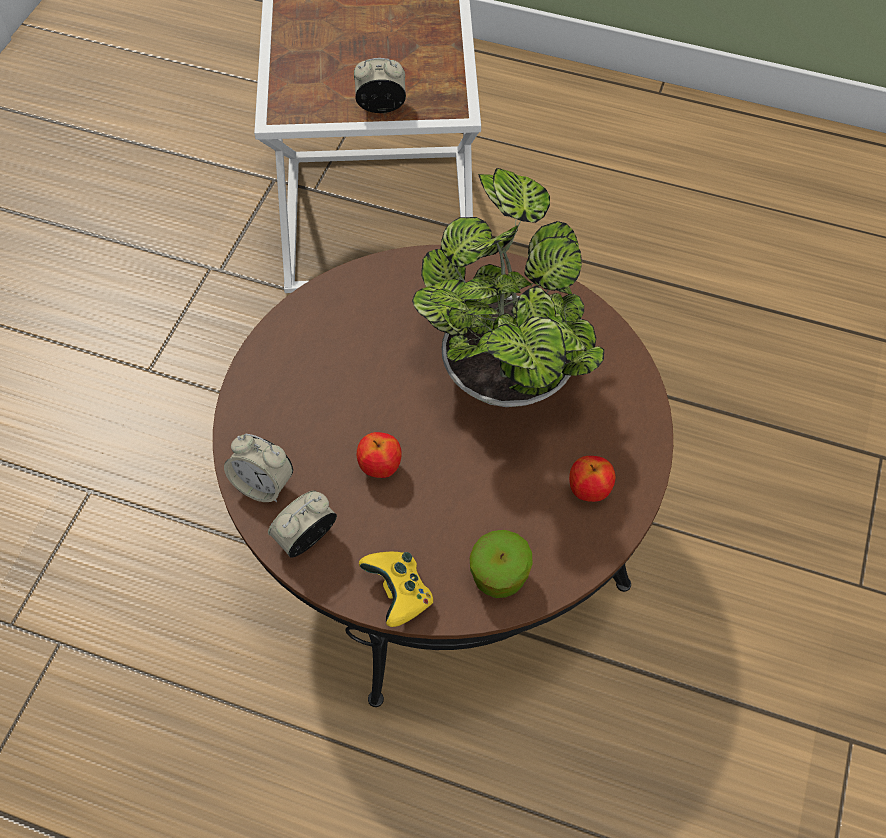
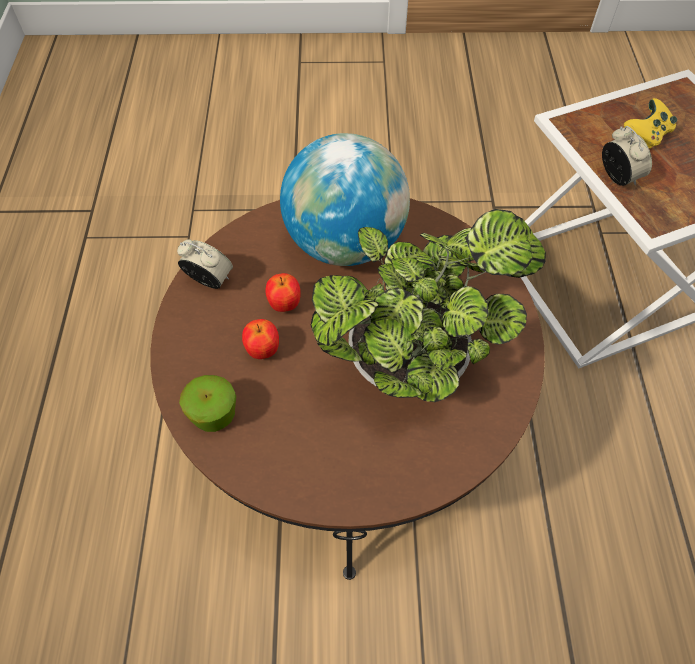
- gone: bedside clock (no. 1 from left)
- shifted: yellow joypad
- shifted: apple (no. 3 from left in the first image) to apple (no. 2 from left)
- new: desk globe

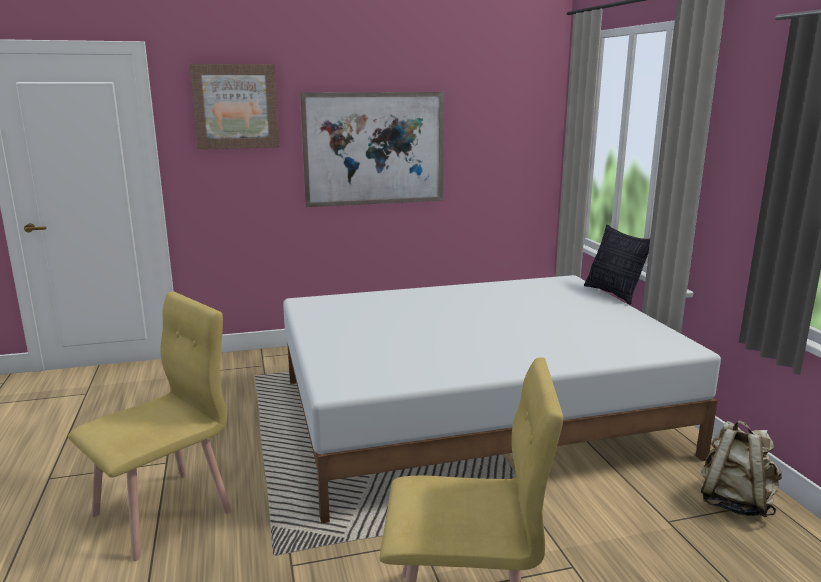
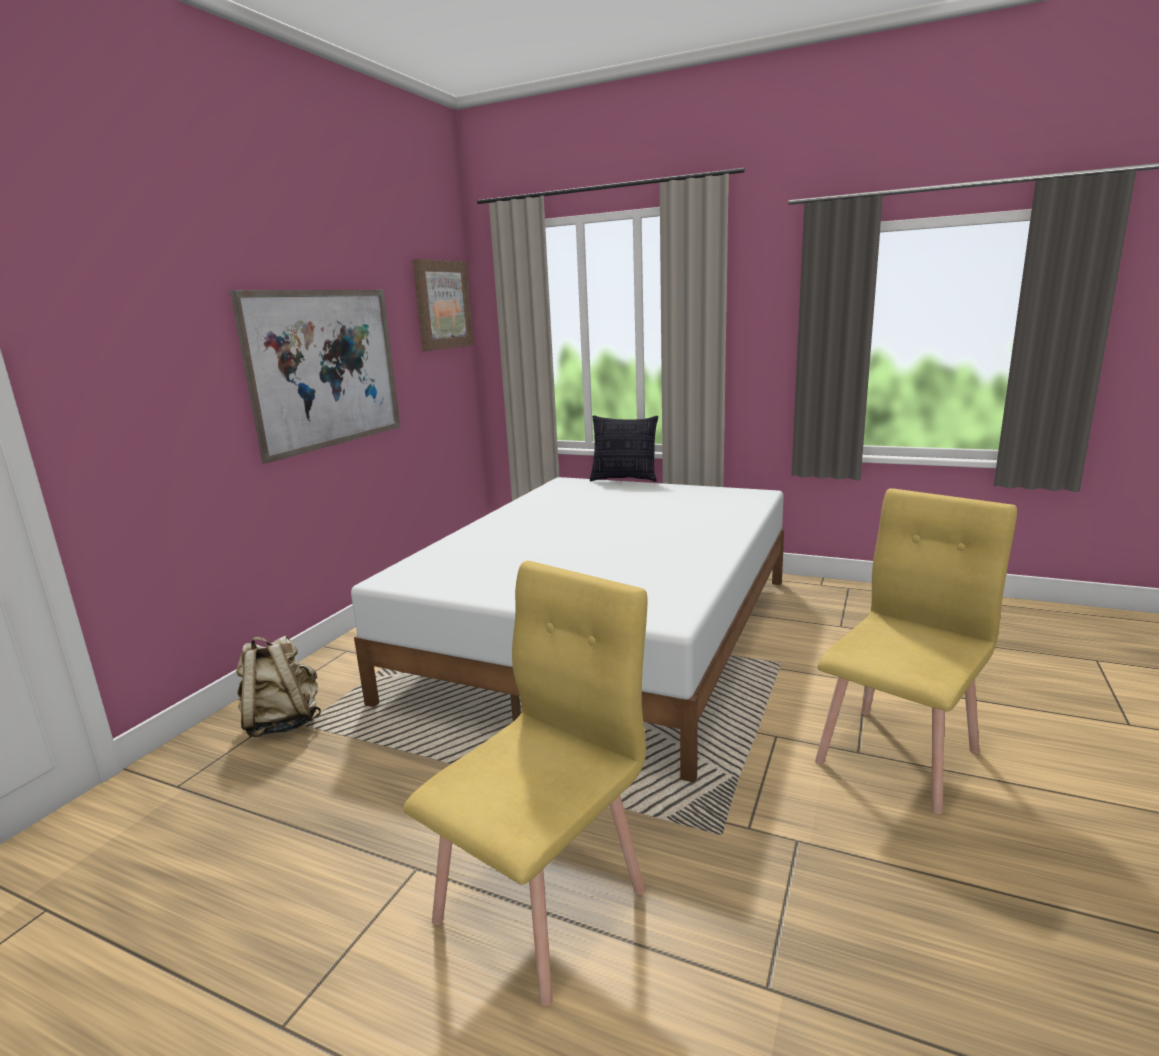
- rotated: yellow plain chair (no. 1 from left) 45 degrees clockwise
- shifted: wall picture (no. 1 from left in the first image) to wall picture (no. 2 from left)
- shifted: beige-coloured backpack

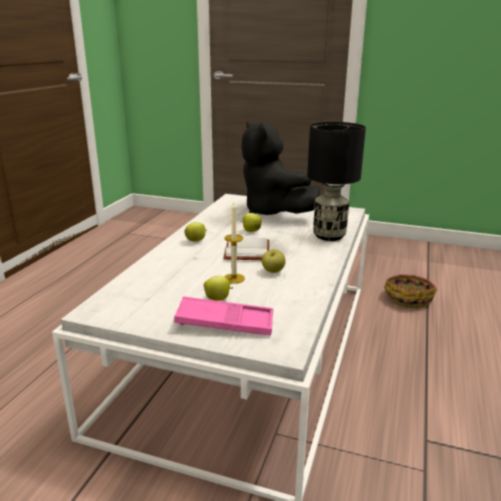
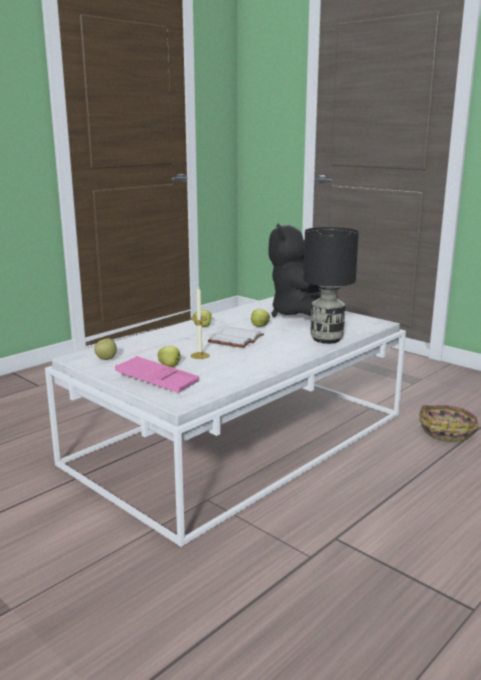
- shifted: apple (no. 4 from left in the first image) to apple (no. 1 from left)

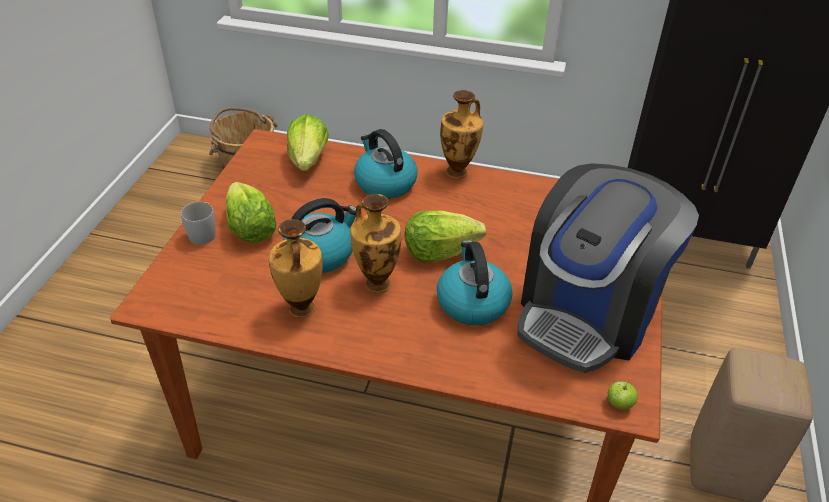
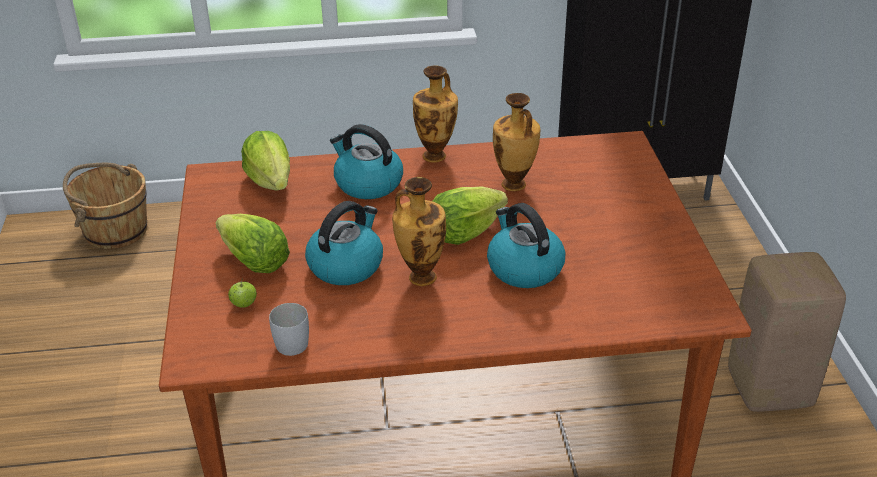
- shifted: whitish coffee mug
- shifted: decorative vase (no. 1 from left in the first image) to decorative vase (no. 3 from left)
- gone: coffee machine
- shifted: apple

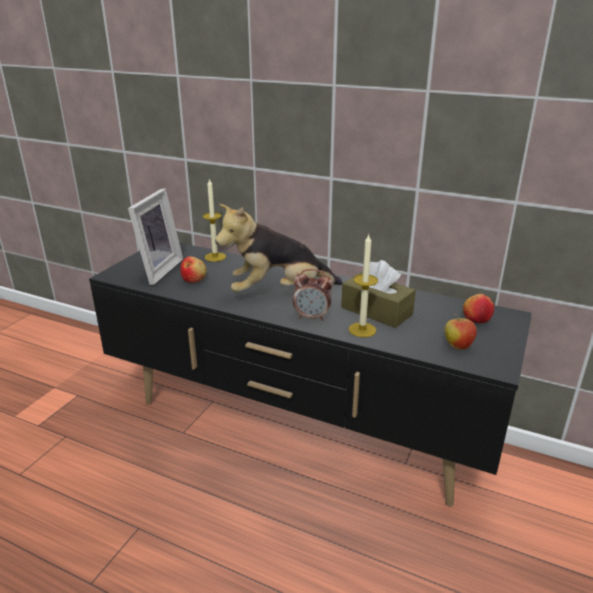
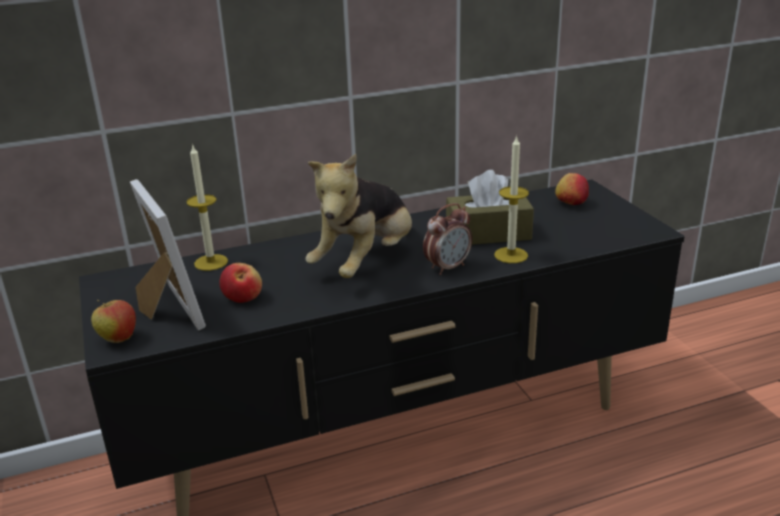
- shifted: apple (no. 2 from left in the first image) to apple (no. 1 from left)

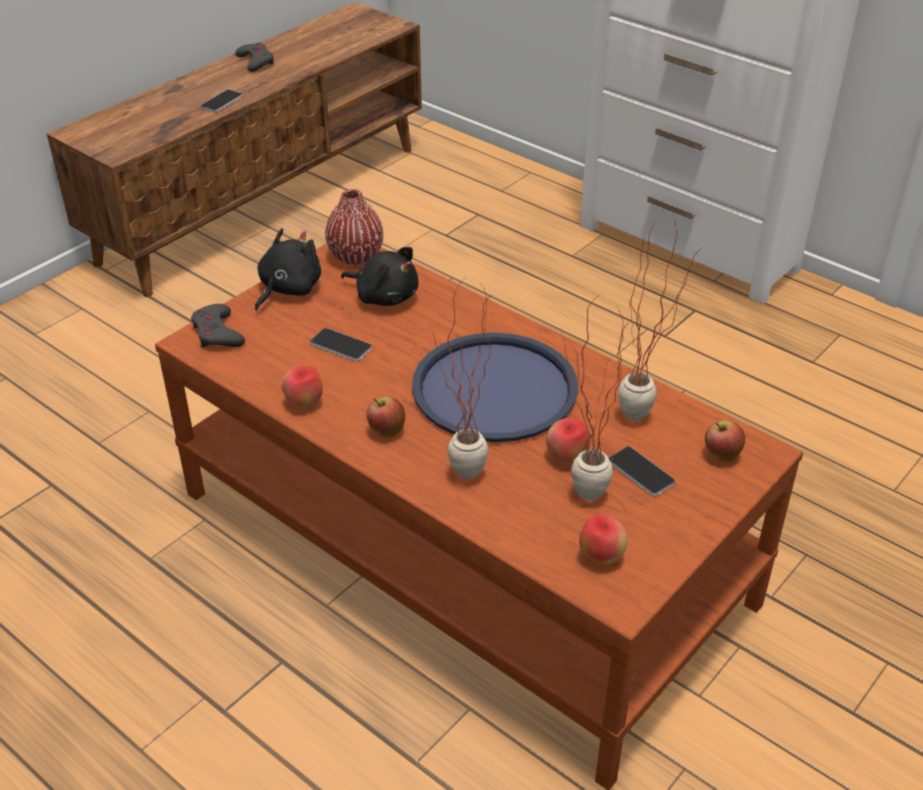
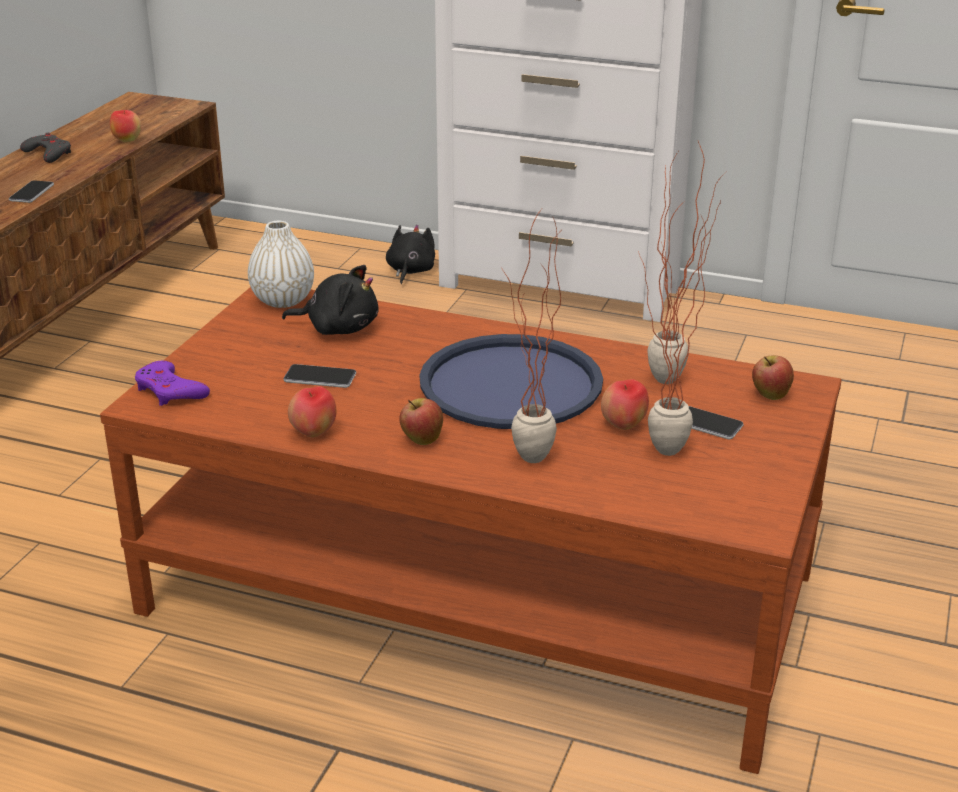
- repainted: grey joypad (no. 1 from left) to purple-coloured joypad
- shifted: blackish soft toy (no. 1 from left in the first image) to blackish soft toy (no. 2 from left)
- repainted: reddish decorative vase to whitish decorative vase
- shifted: apple (no. 4 from left in the first image) to apple (no. 1 from left)

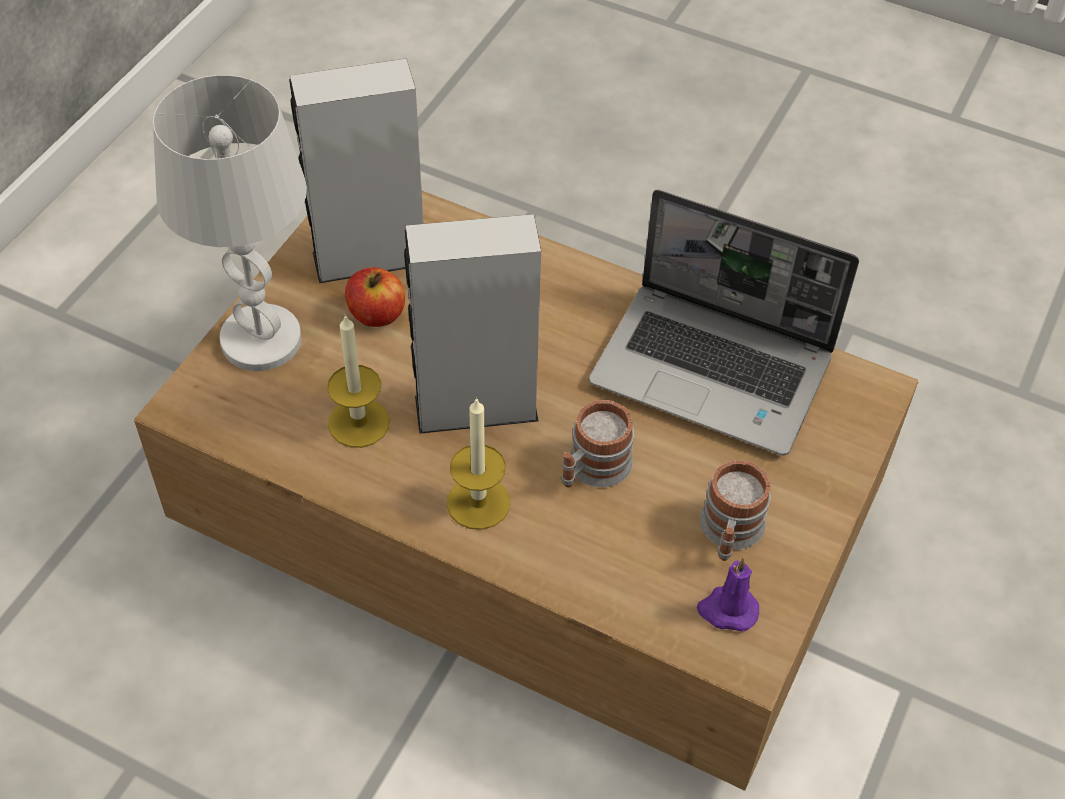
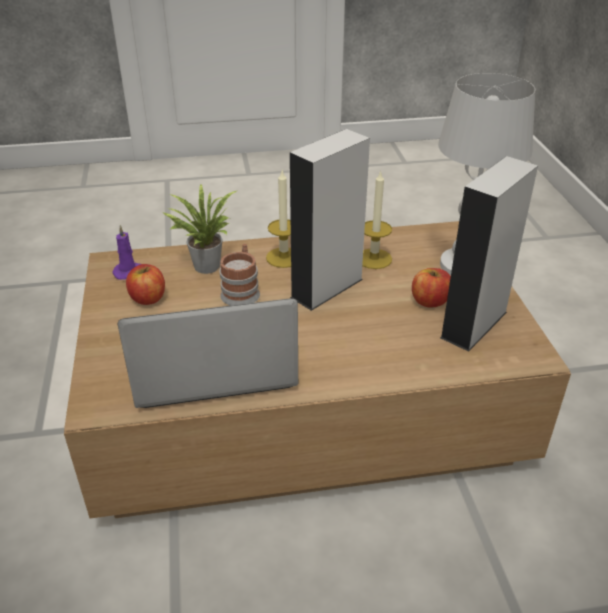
- swapped: coffee mug (no. 2 from left) to apple (no. 1 from left)
- new: potted plant

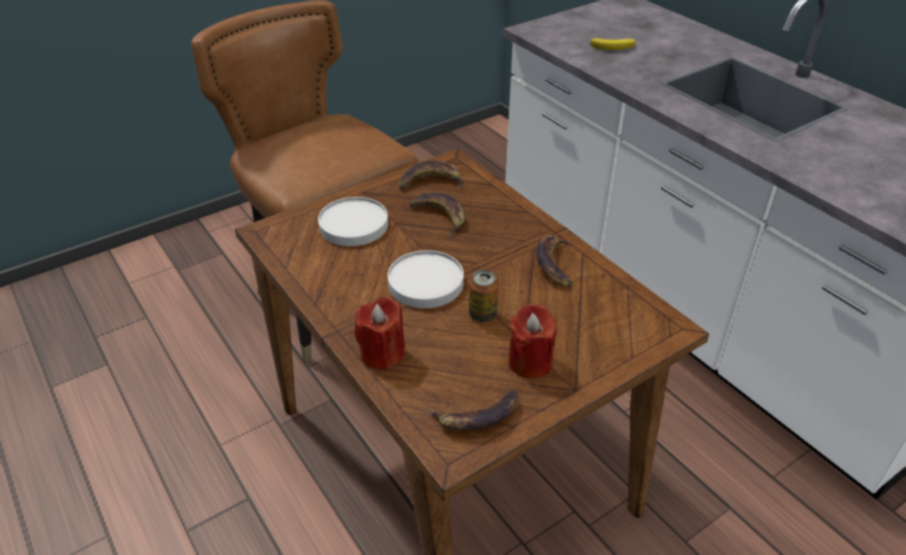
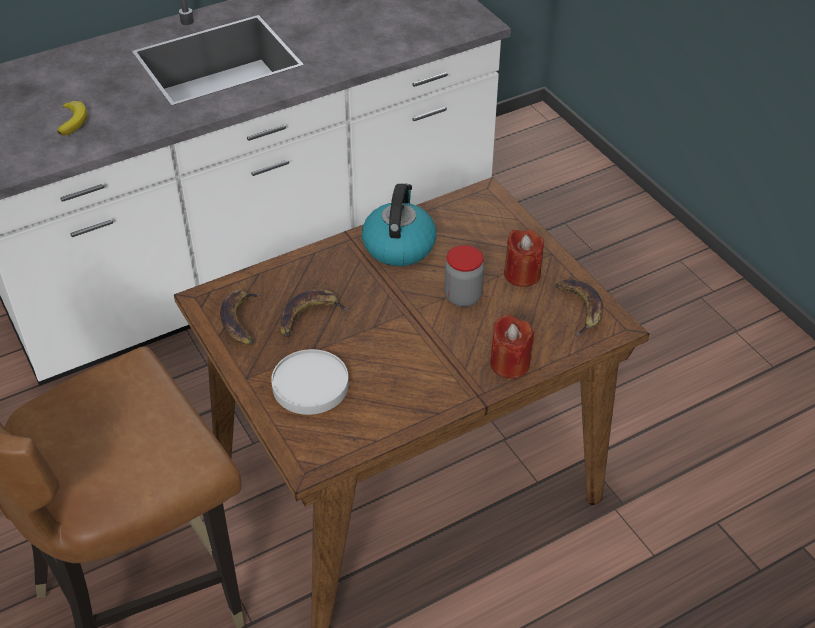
- gone: whitish dinner plate (no. 2 from left)
- swapped: metal can to jar
- swapped: whole banana (no. 4 from left) to water kettle

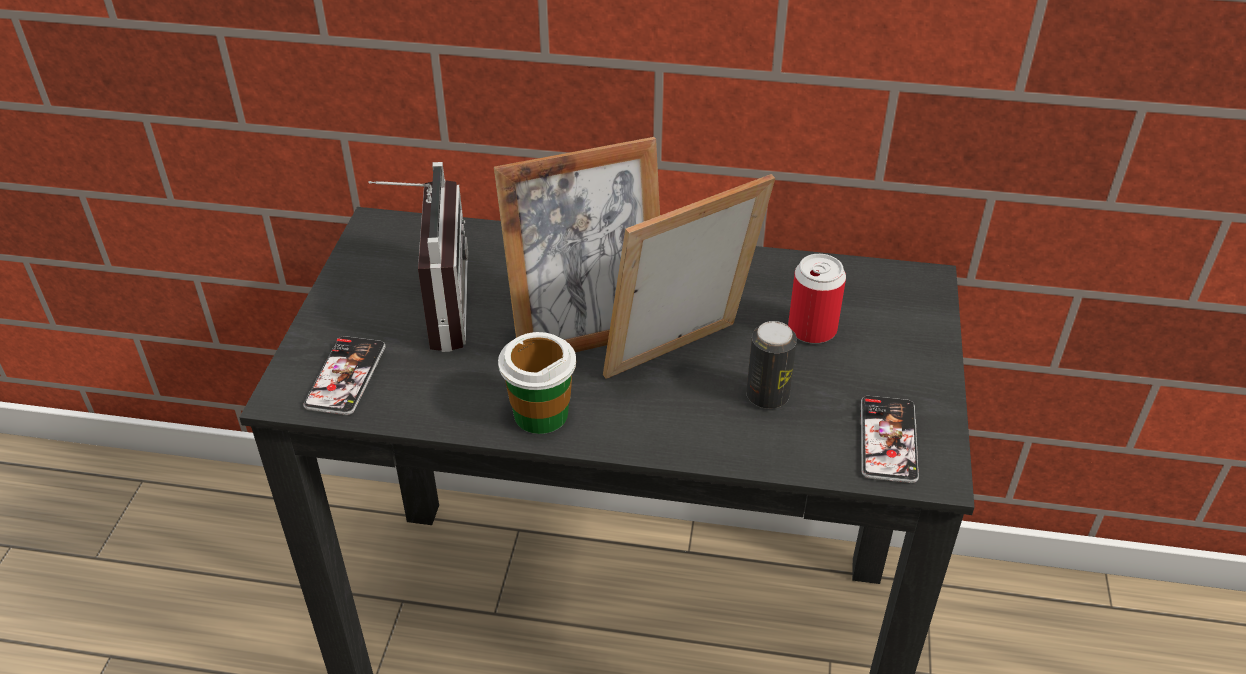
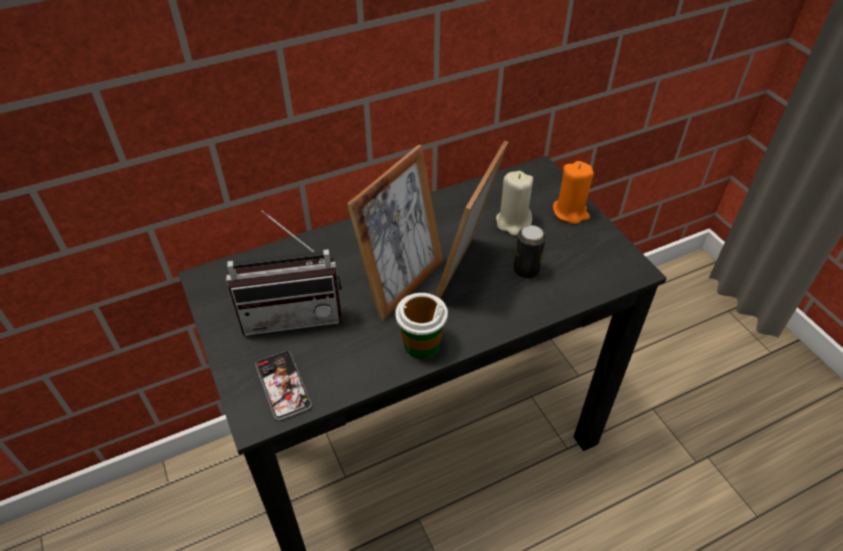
- rotated: radio receiver 120 degrees clockwise
- swapped: metal can (no. 2 from left) to beige-coloured candle
- gone: phone (no. 2 from left)
- new: orangey candle

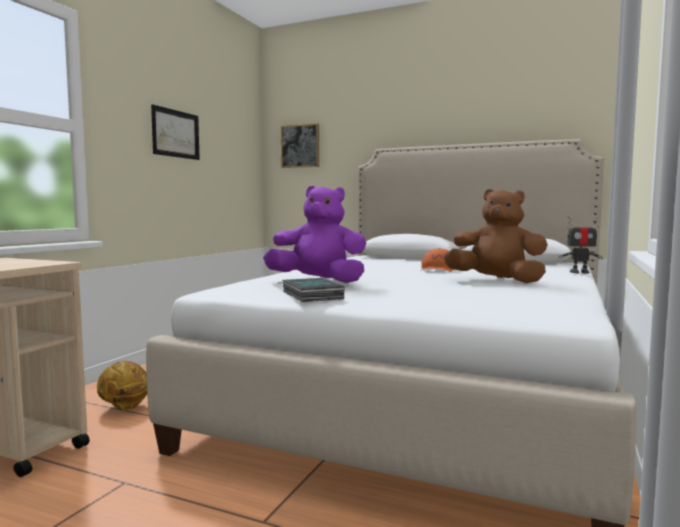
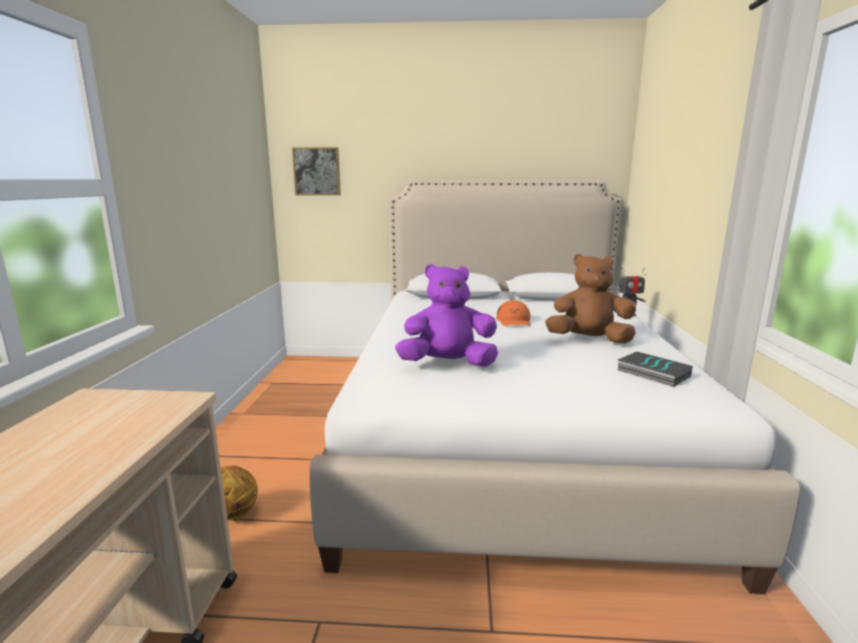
- gone: wall picture (no. 1 from left)
- shifted: book

